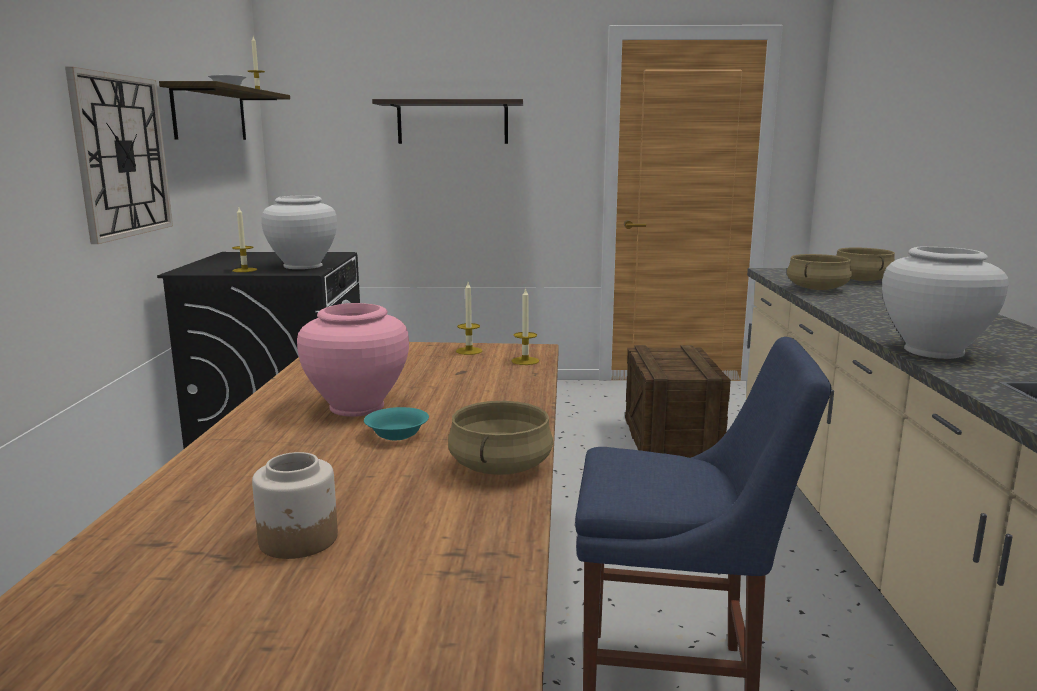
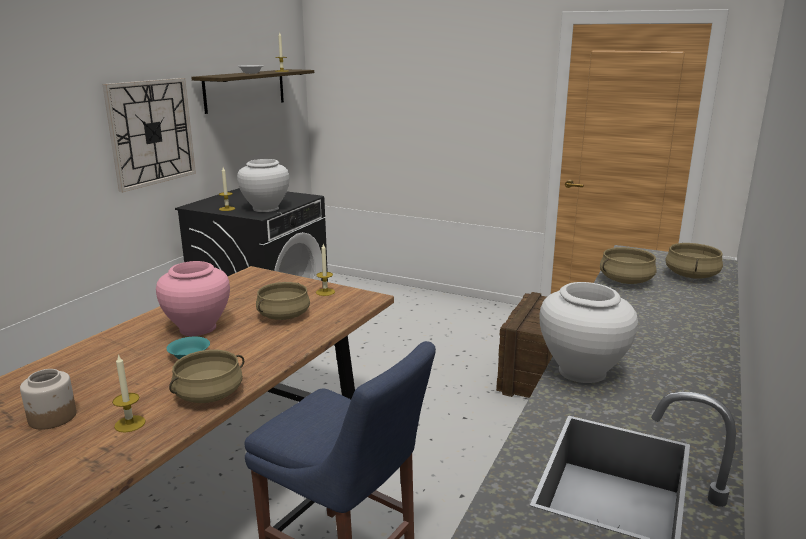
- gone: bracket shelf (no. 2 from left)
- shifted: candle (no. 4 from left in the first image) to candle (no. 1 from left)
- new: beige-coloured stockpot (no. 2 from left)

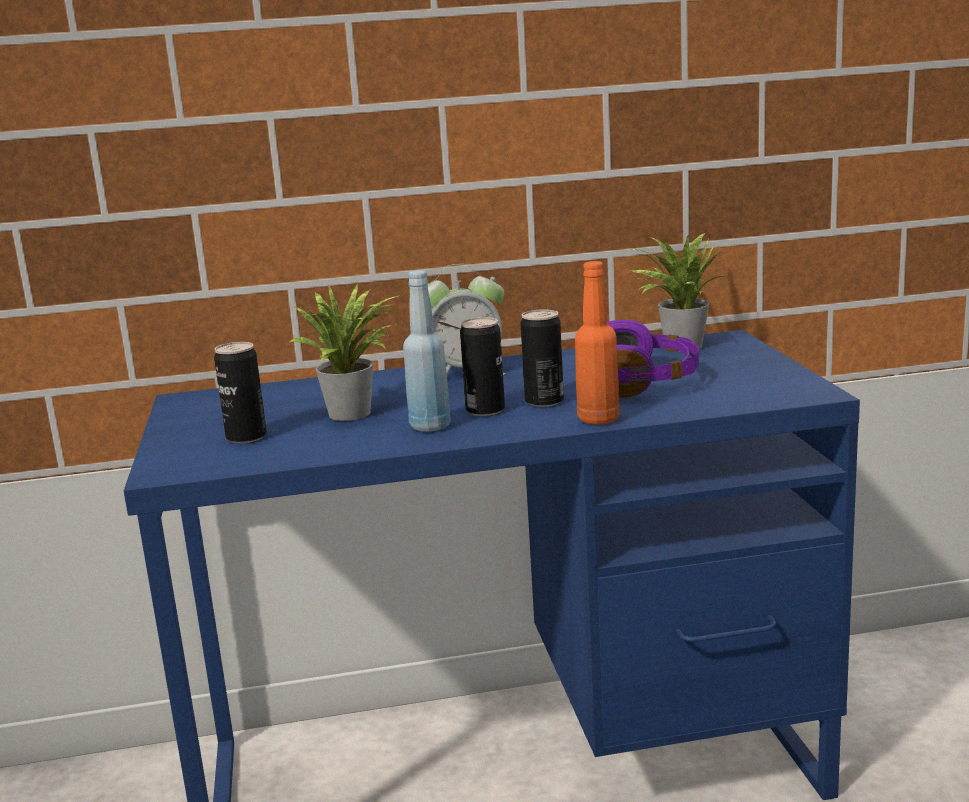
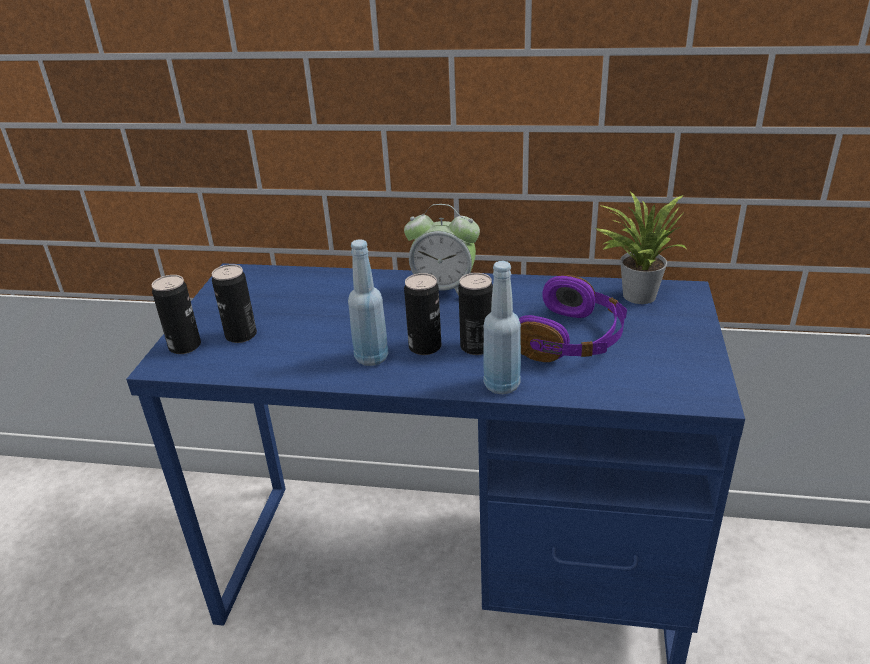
- gone: potted plant (no. 1 from left)
- repainted: orangey beverage bottle to bluish beverage bottle (no. 2 from left)
- new: metal can (no. 1 from left)

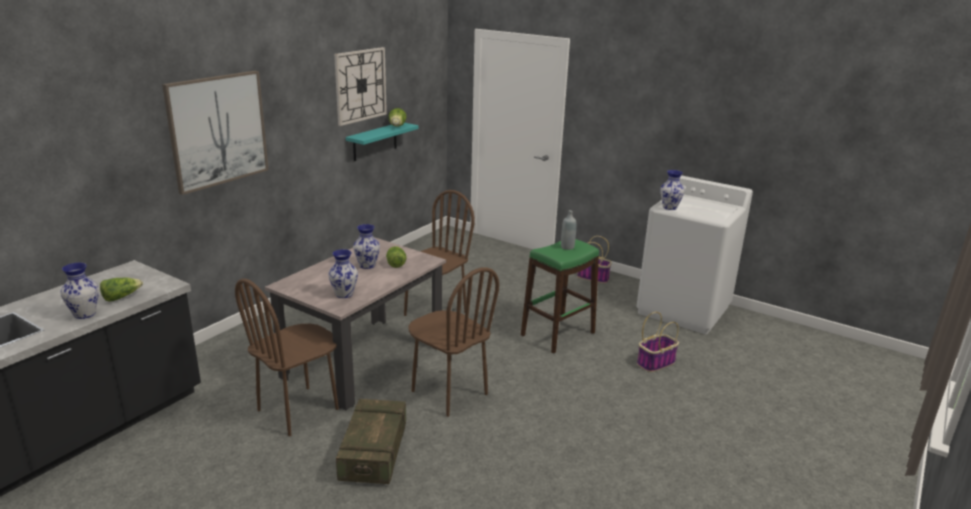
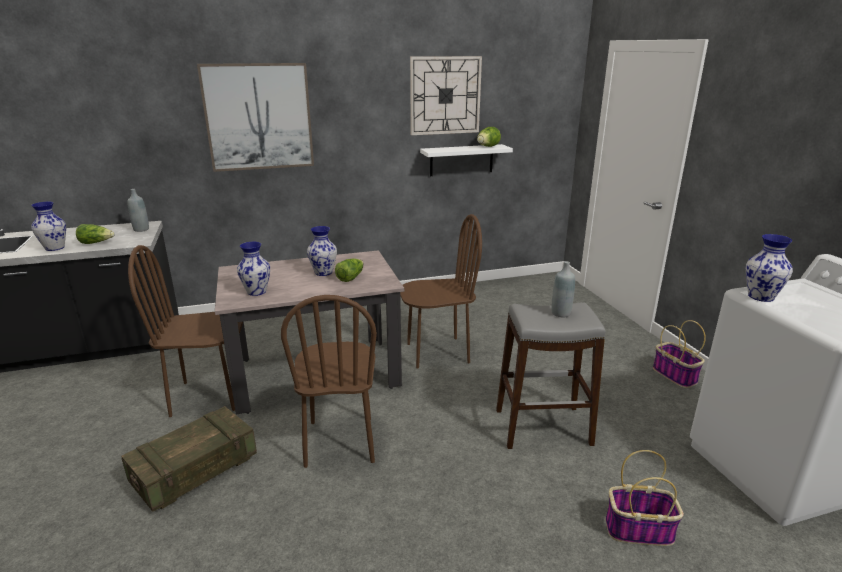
- repainted: turquoise-coloured bracket shelf to whitish bracket shelf
- repainted: greenish sitting stool to grey sitting stool
- new: grey beverage bottle (no. 1 from left)

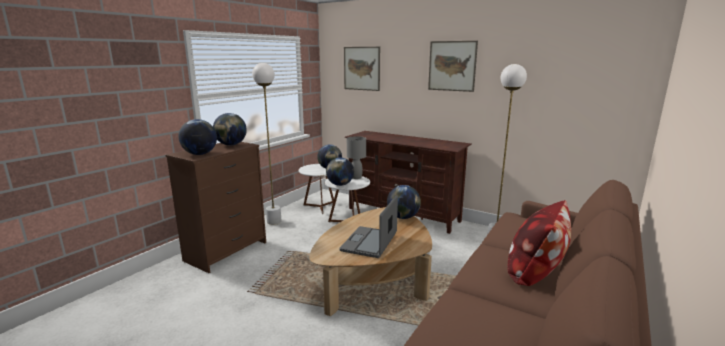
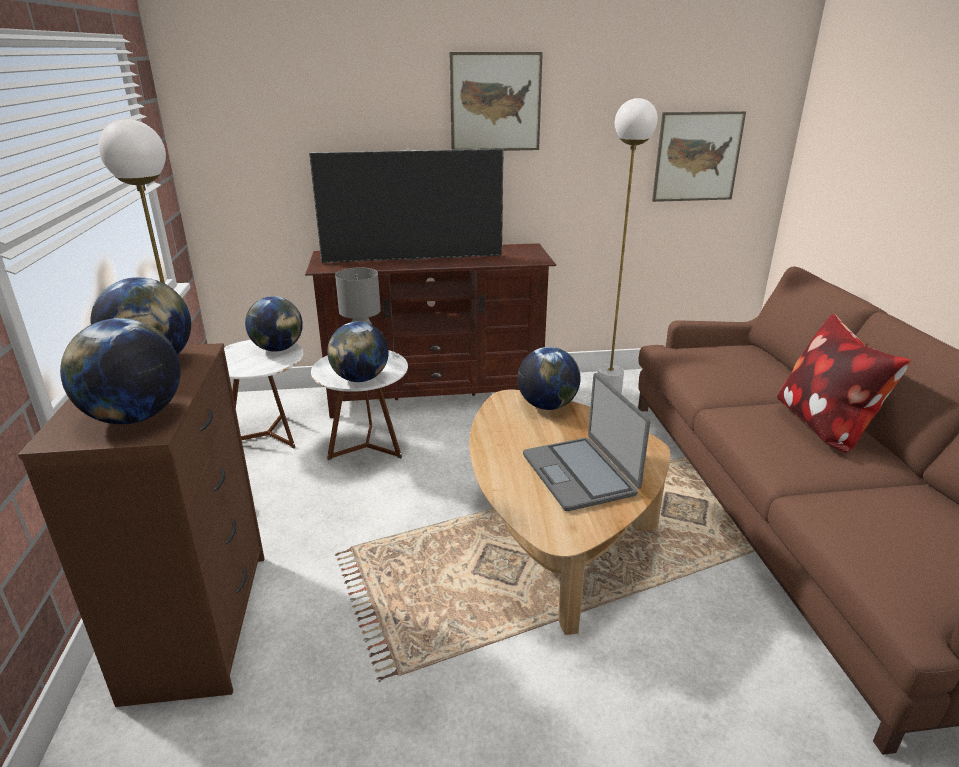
- shifted: wall picture (no. 1 from left in the first image) to wall picture (no. 2 from left)
- new: TV

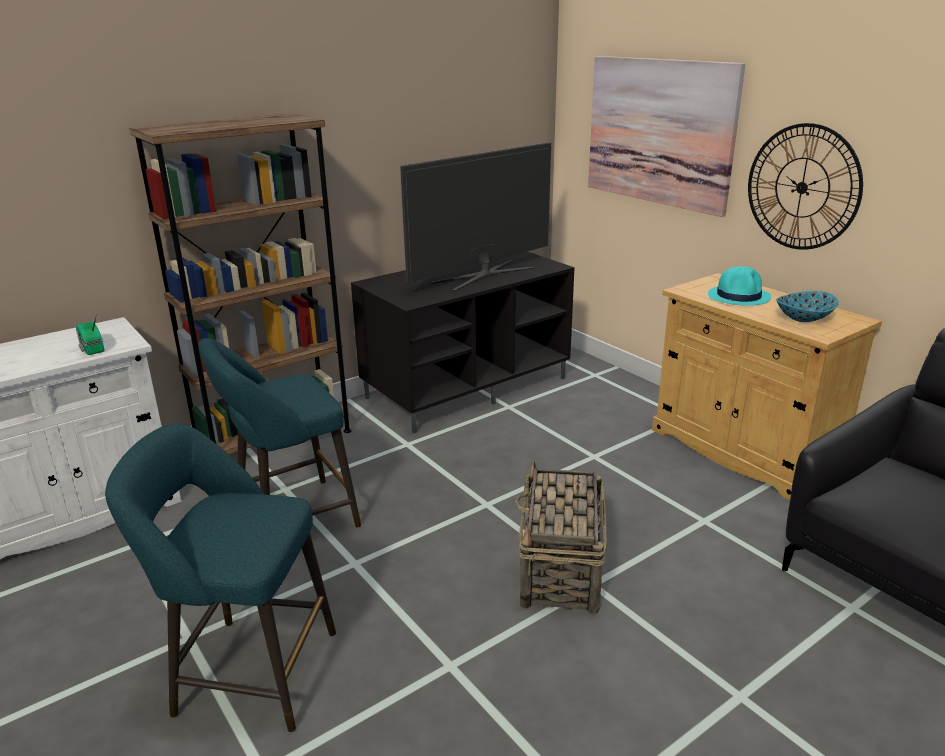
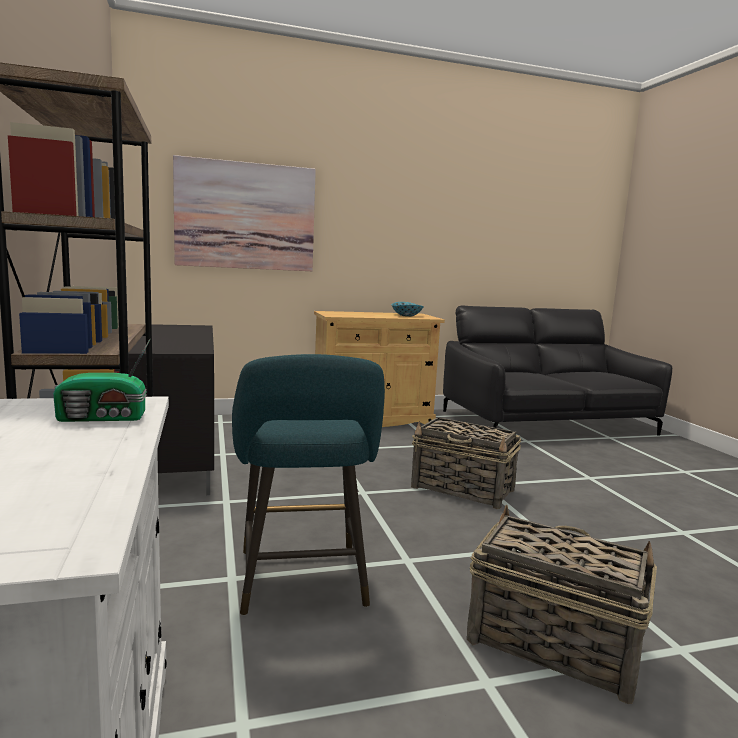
- swapped: turquoise-coloured sitting stool (no. 1 from left) to storage basket (no. 2 from left)
- gone: TV
- gone: turquoise-coloured clothing hat
- gone: hanging clock

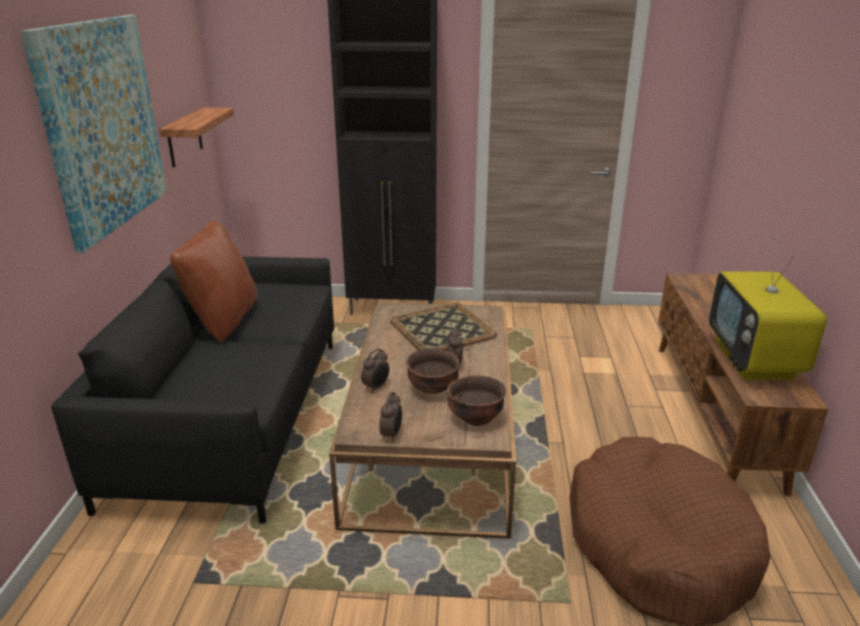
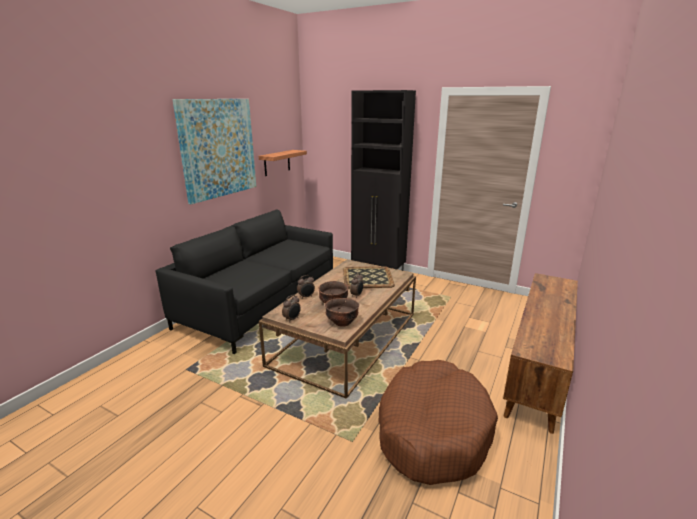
- gone: brown cushion
- gone: TV

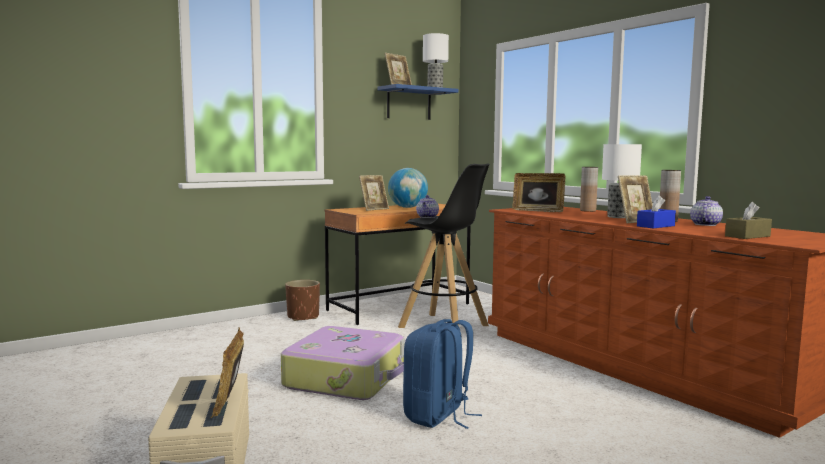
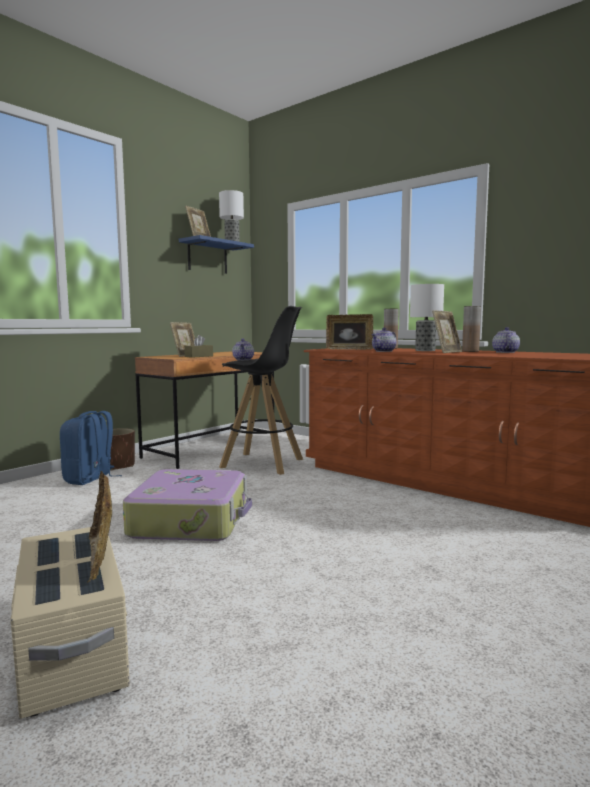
- gone: desk globe
- shifted: bluish backpack
- gone: bluish tissue box
- shifted: brown tissue box
- new: pot for tea (no. 2 from left)

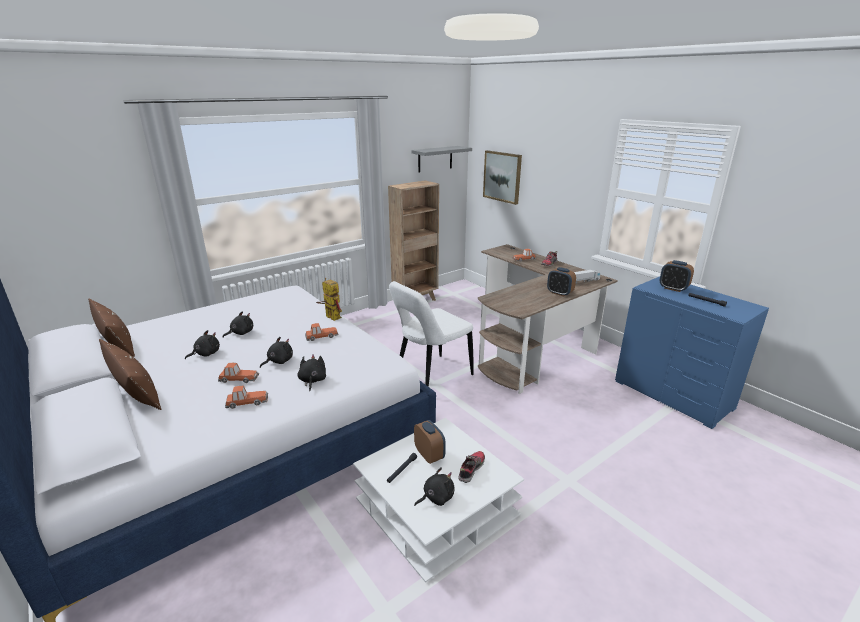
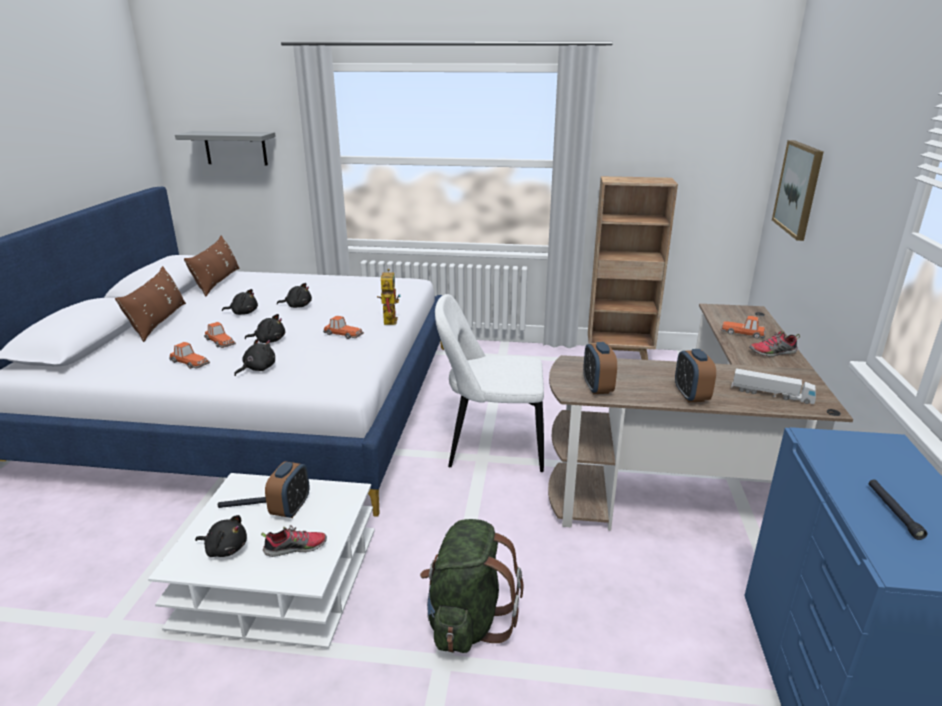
- shifted: grey bracket shelf
- shifted: bedside clock (no. 3 from left in the first image) to bedside clock (no. 2 from left)
- new: greenish backpack

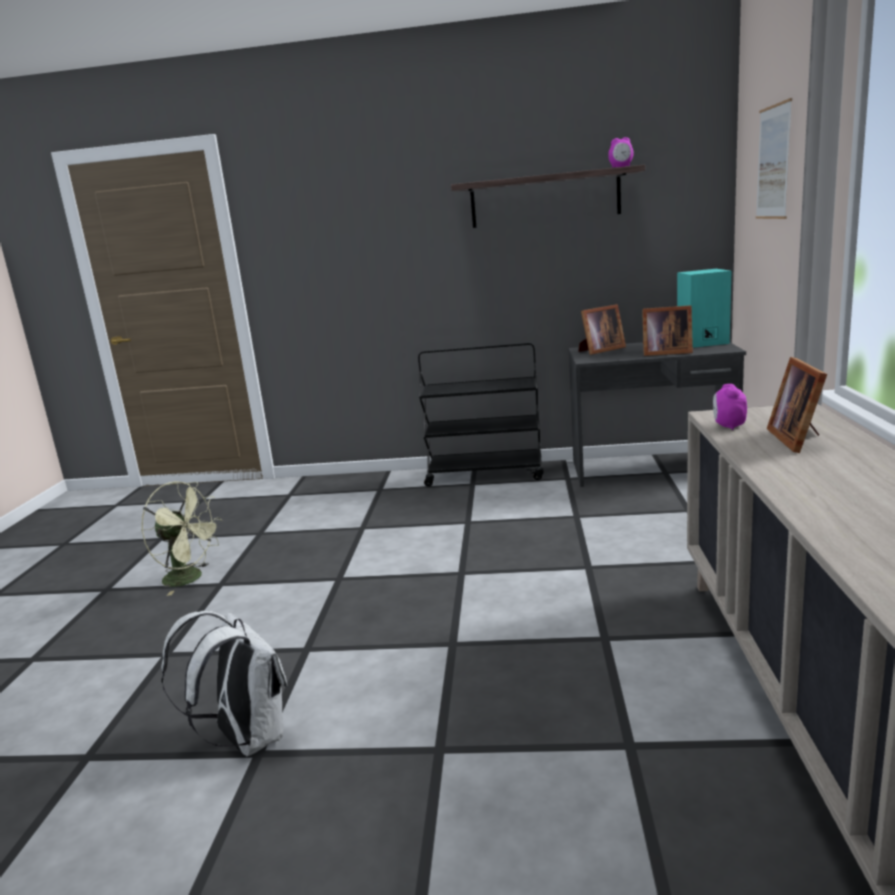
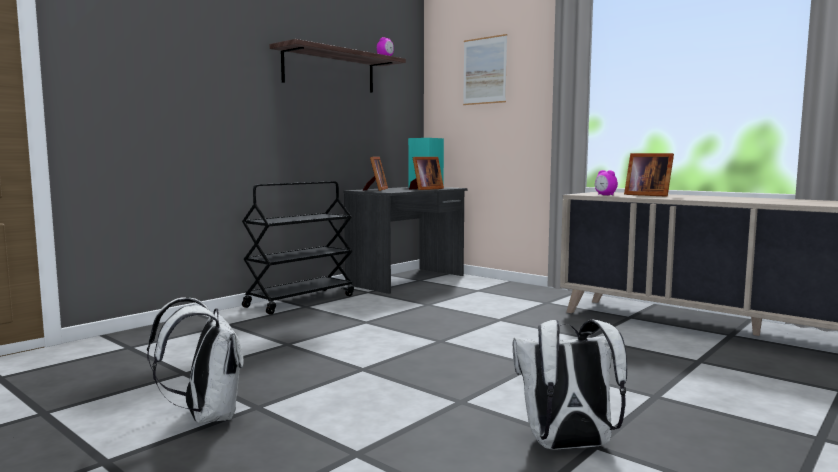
- swapped: greenish fan to whitish backpack (no. 1 from left)

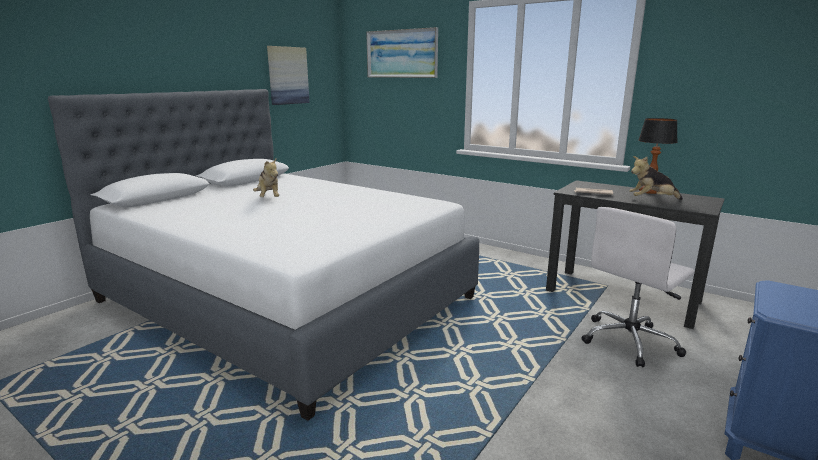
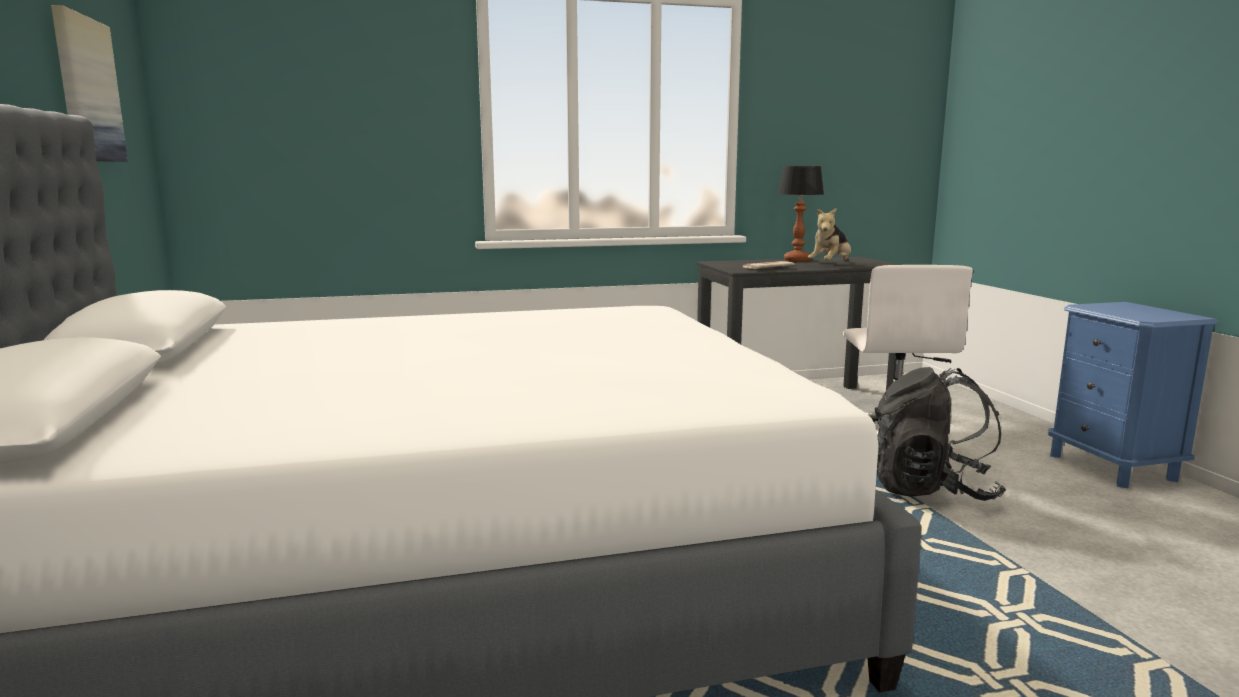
- gone: soft toy (no. 1 from left)
- gone: wall picture (no. 2 from left)
- new: blackish backpack

